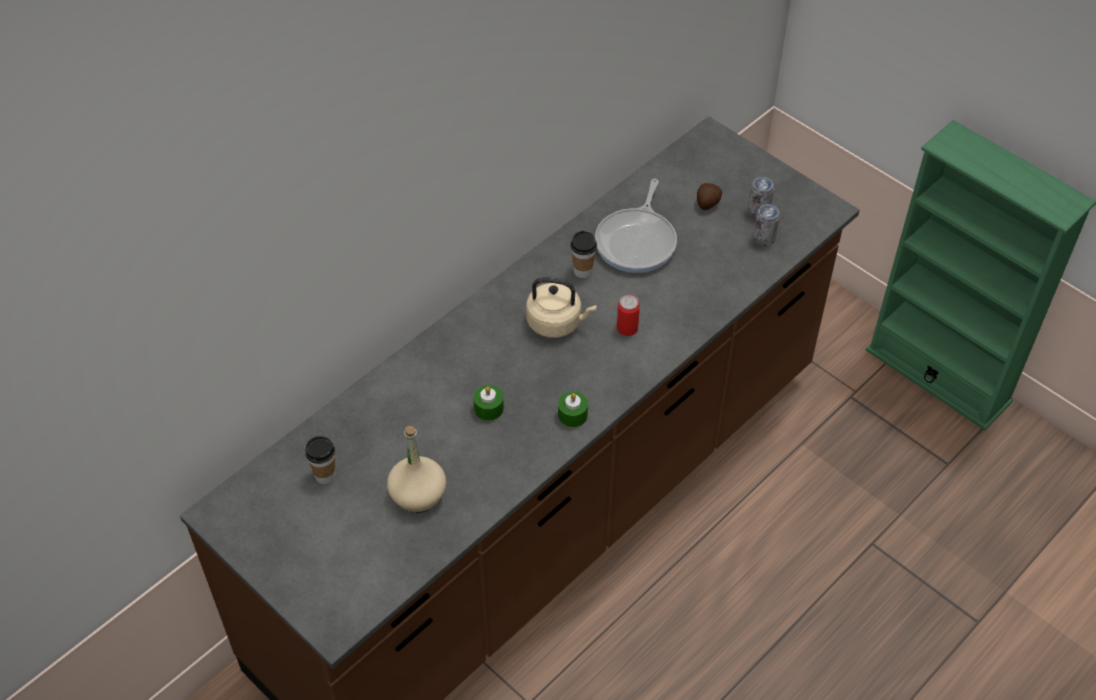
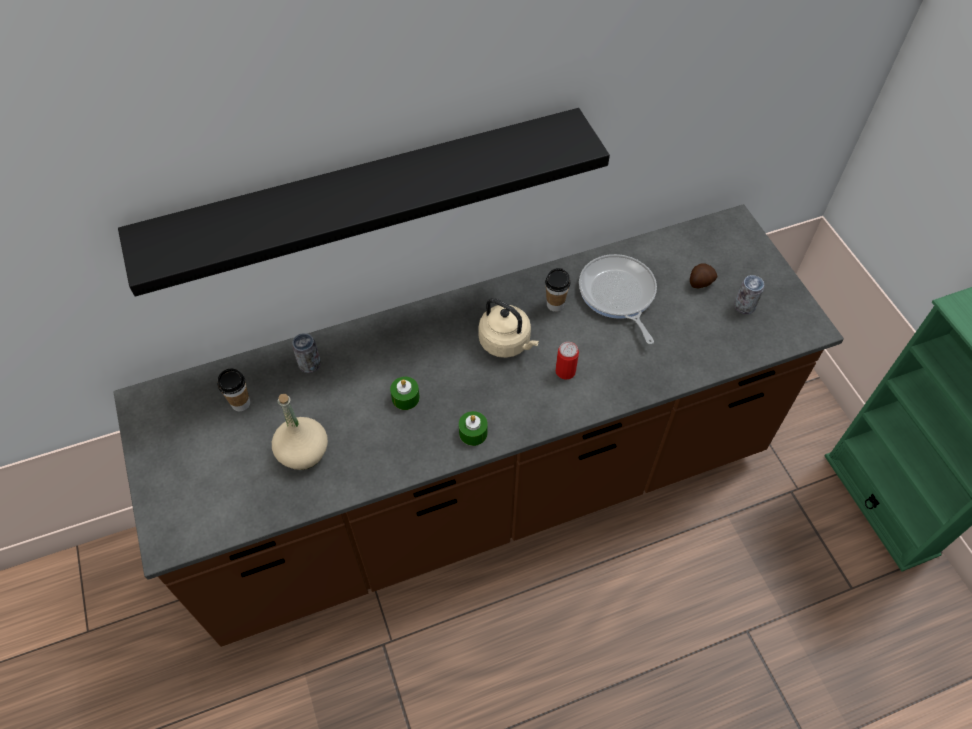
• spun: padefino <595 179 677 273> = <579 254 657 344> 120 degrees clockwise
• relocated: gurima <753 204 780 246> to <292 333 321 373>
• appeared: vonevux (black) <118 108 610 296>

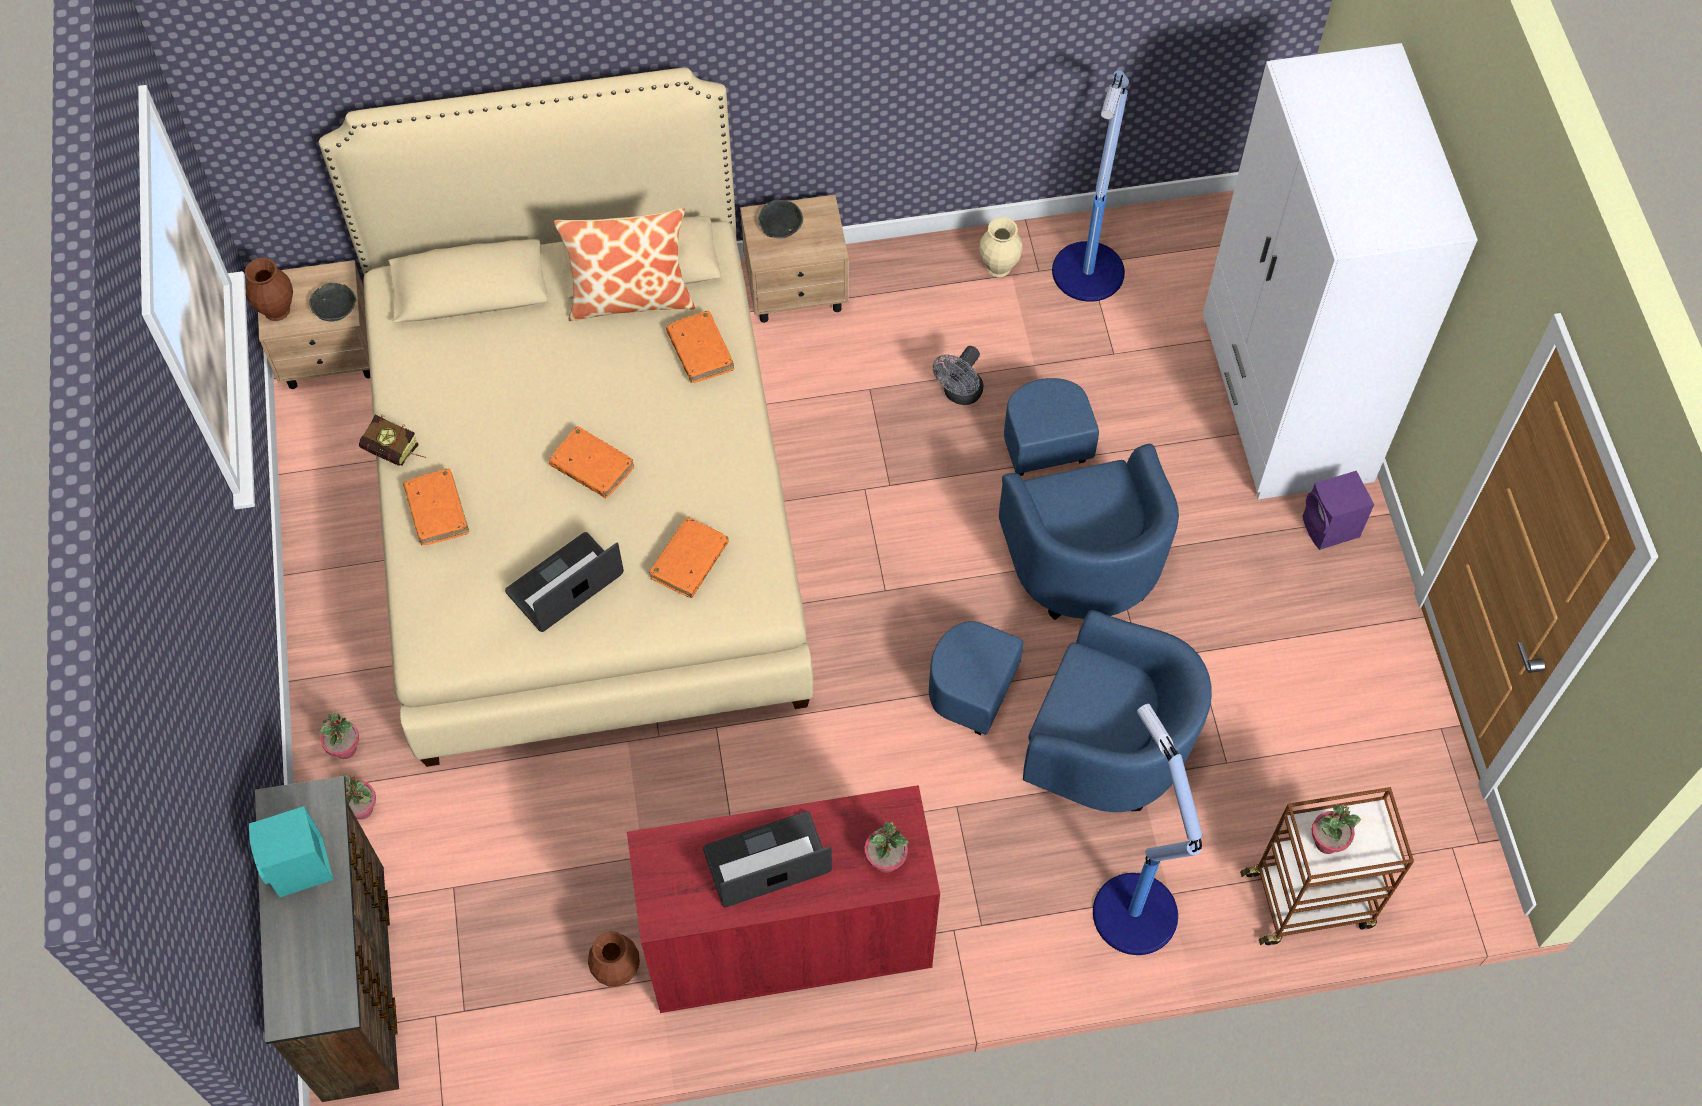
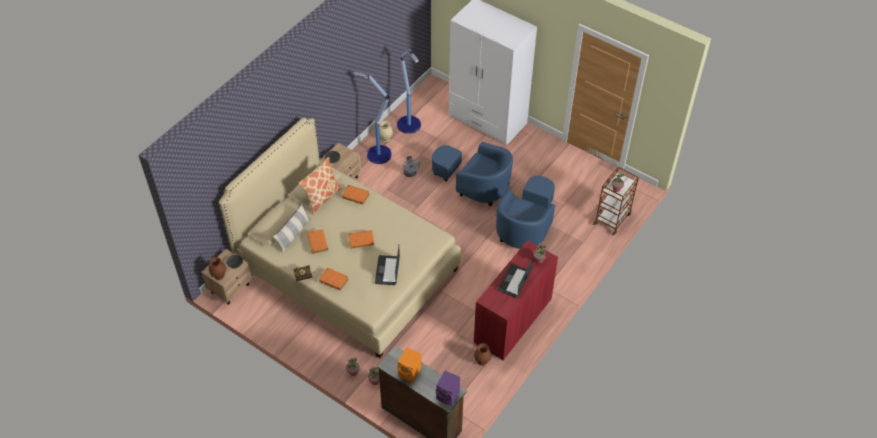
• colour: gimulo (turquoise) <249 806 333 897> to gimulo (orange) <397 347 422 382>
• relocated: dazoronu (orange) <649 517 729 598> to <307 229 328 254>
• spun: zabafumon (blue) <929 610 1212 812> = <496 176 555 249> 135 degrees clockwise
• relocated: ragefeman <1093 704 1202 955> to <354 72 392 164>
• relocated: gimulo (purple) <1302 471 1374 550> to <436 371 460 406>
• appeared: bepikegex <273 203 310 253>

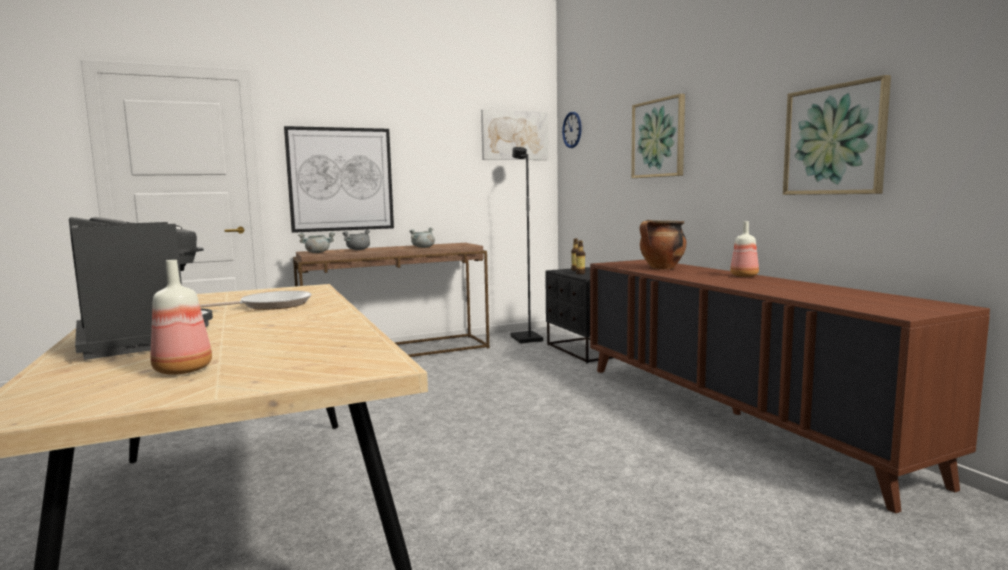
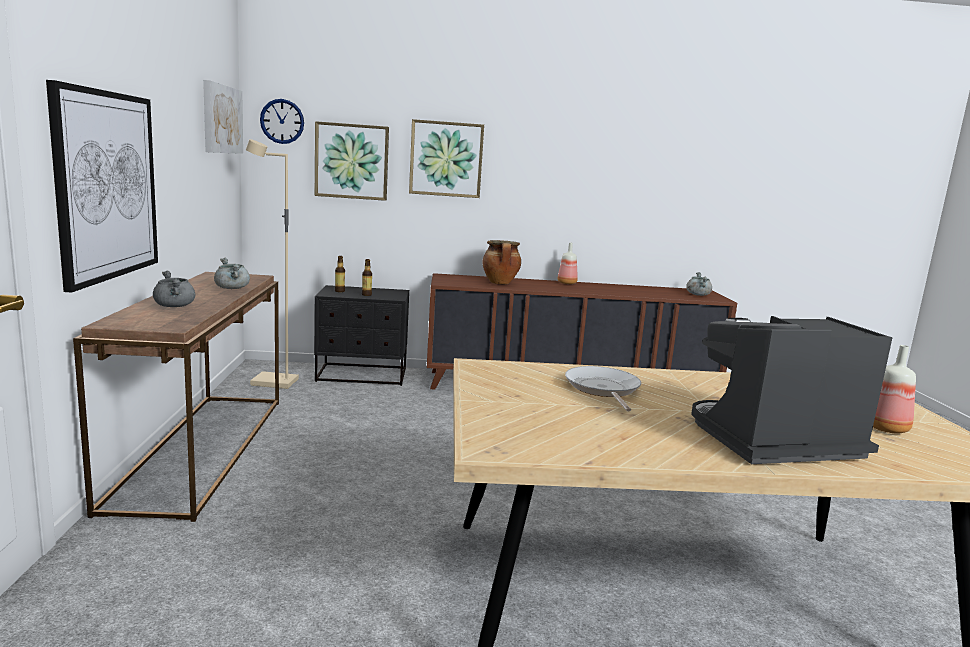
• relocated: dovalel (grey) <298 232 335 253> to <686 272 712 296>
• colour: ragefeman (black) <510 147 543 344> to ragefeman (beige) <246 139 299 389>
• relocated: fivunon <783 75 891 195> to <315 121 389 201>

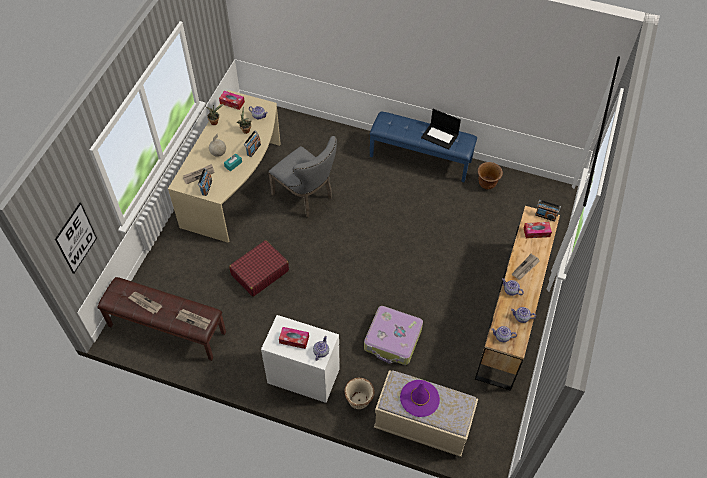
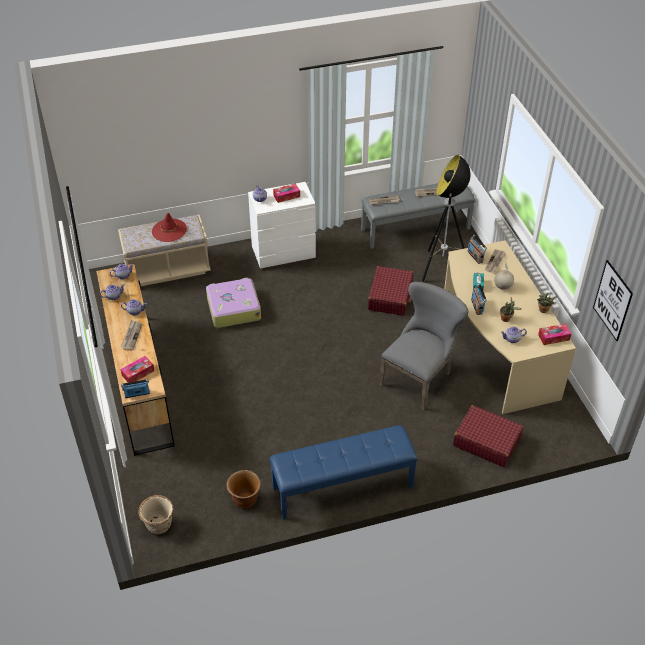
• relocated: fivunon <55 203 97 274> to <593 260 633 341>
• colour: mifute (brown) <97 277 226 361> to mifute (grey) <361 183 475 249>
• spun: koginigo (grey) <268 136 337 217> = <379 282 468 411> 120 degrees clockwise
• relocated: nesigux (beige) <344 378 375 409> to <138 495 174 534>
• colour: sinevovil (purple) <400 380 440 417> to sinevovil (red) <152 213 187 242>
• missing: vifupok <421 109 461 150>
• appeared: ragefeman <422 155 471 282>
• appeared: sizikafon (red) <453 405 523 467>

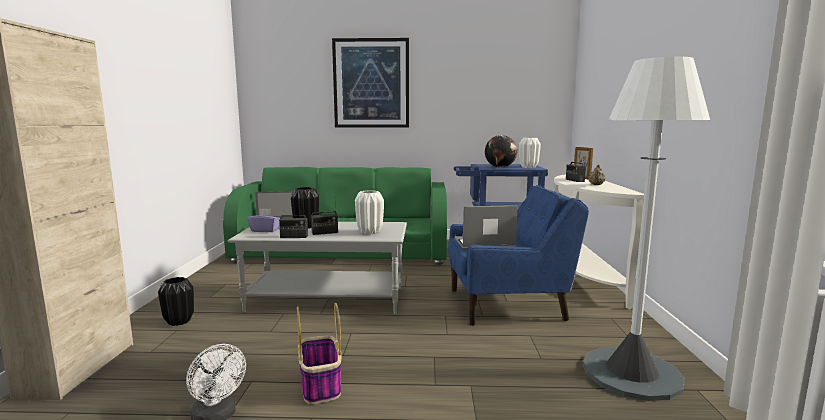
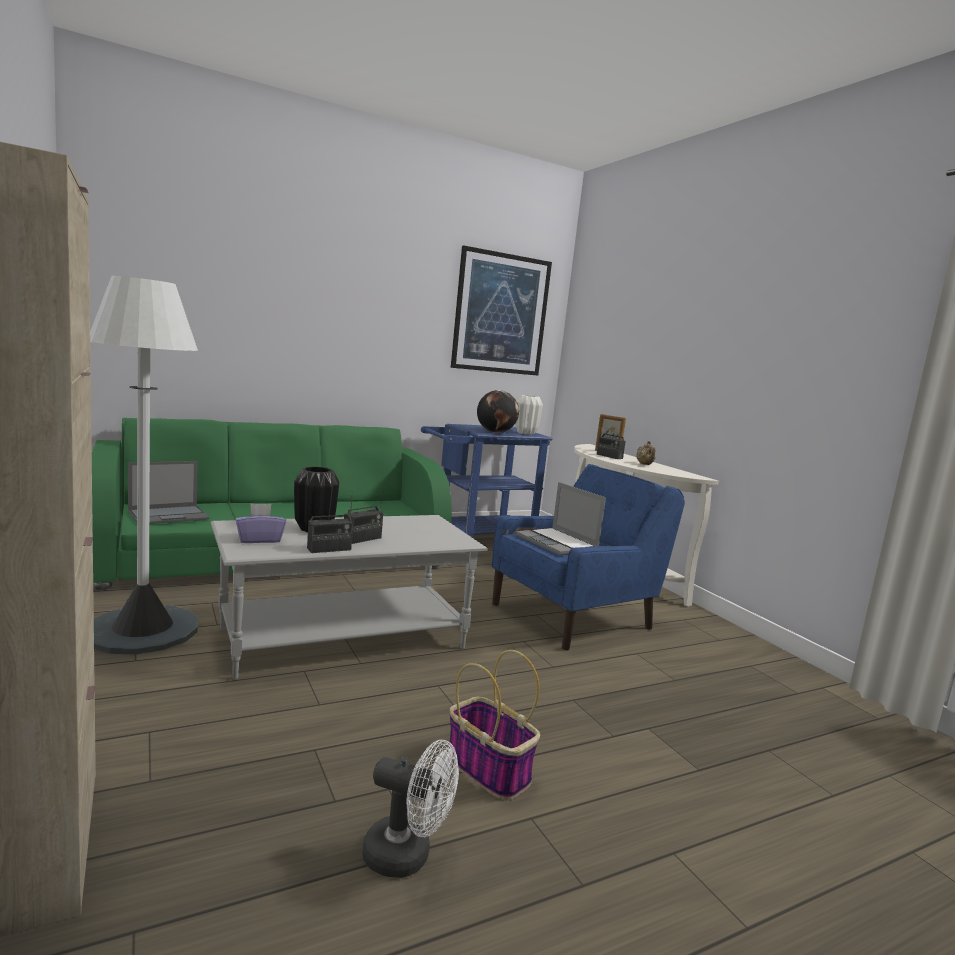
• missing: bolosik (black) <158 277 194 326>
• relocated: fivunon <332 38 409 128> to <451 245 552 376>
• missing: bolosik (white) <355 190 384 234>
• spun: vifupok <455 205 518 250> = <516 482 606 556> 90 degrees counterclockwise
• relocated: ragefeman (white) <583 57 710 401> to <90 276 199 655>

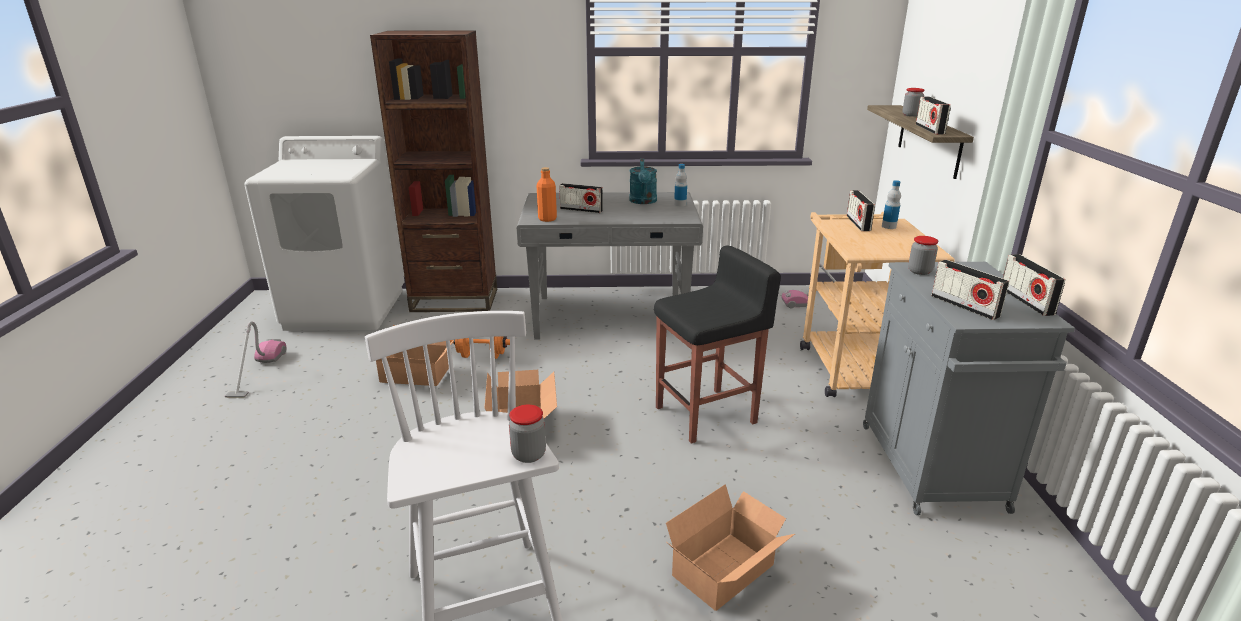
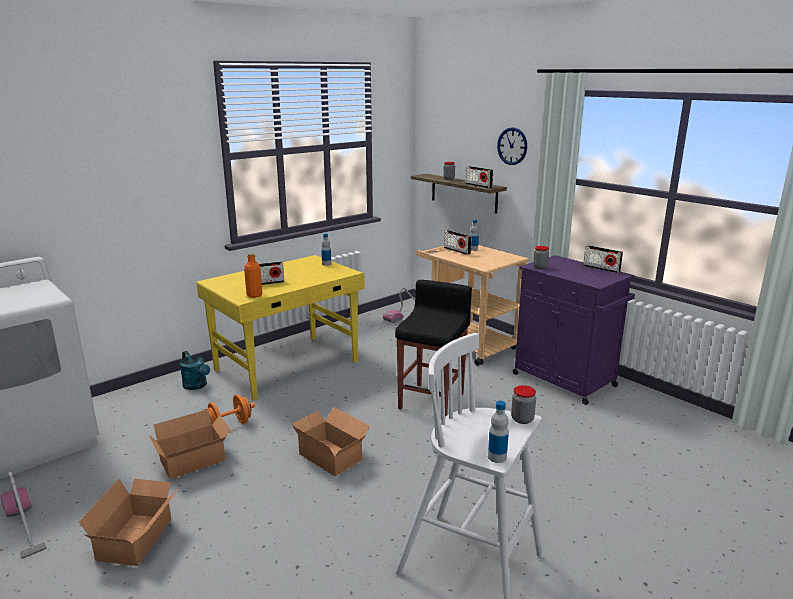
• missing: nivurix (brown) <370 30 497 312>
• colour: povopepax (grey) <517 192 703 339> to povopepax (yellow) <197 255 365 400>
• relocated: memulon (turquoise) <629 158 657 204> to <180 351 210 390>
• relocated: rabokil <666 484 795 611> to <79 479 180 566>
• colour: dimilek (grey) <863 262 1075 515> to dimilek (purple) <513 255 635 405>
• missing: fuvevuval <931 260 1009 320>
• appeared: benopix <488 401 509 463>
• appeared: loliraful <497 127 527 165>

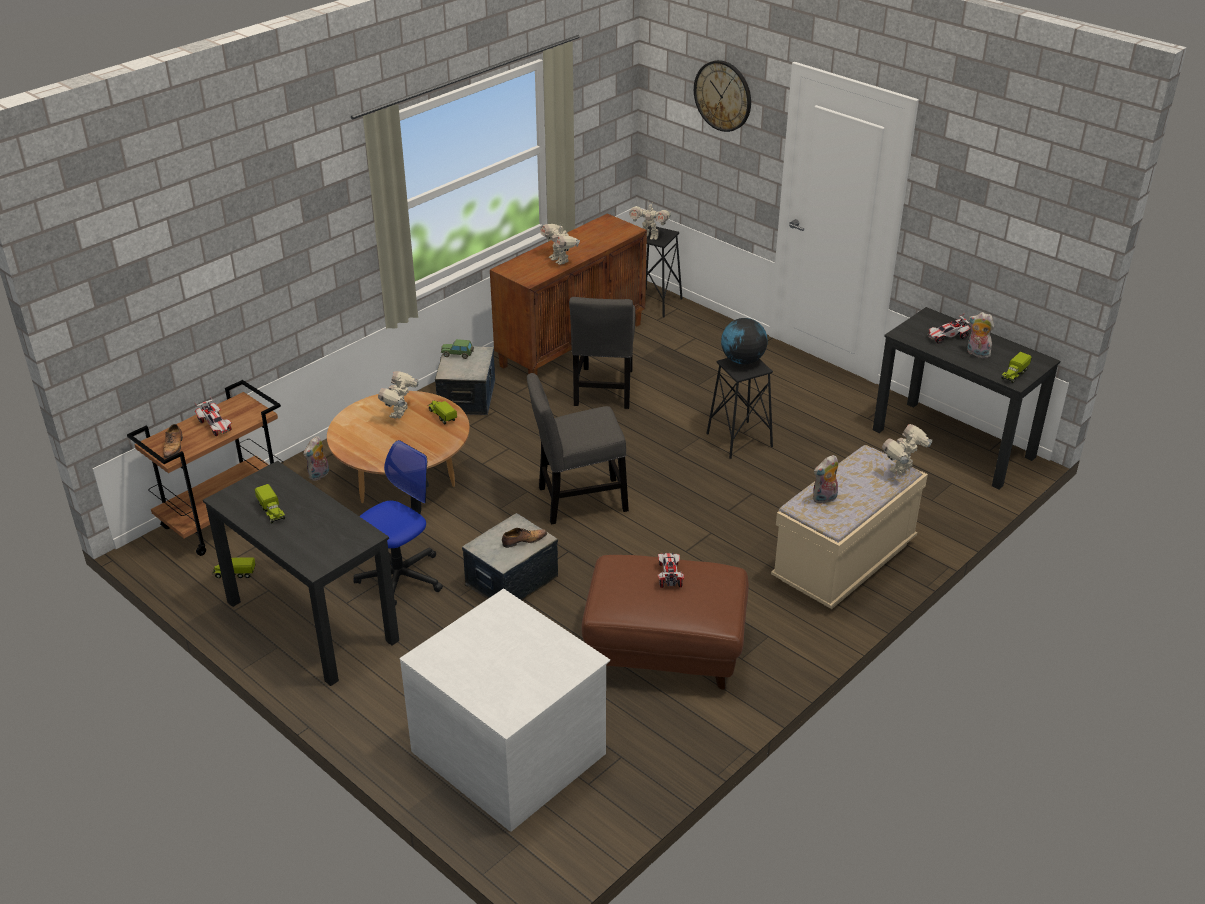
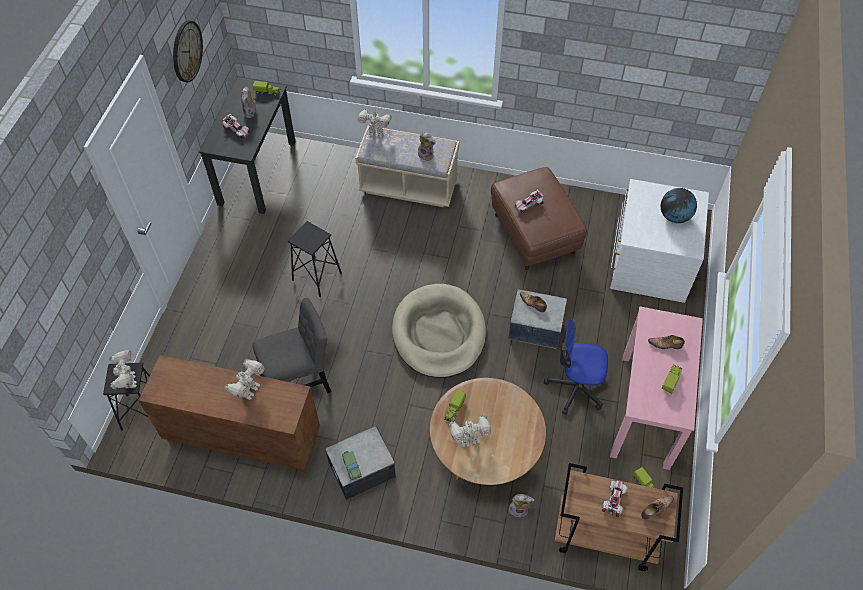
• colour: povopepax (black) <203 461 399 686> to povopepax (pink) <610 306 703 470>
• exchanged: koginigo (grey) <527 373 629 525> to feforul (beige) <392 284 486 378>
• relocated: loliraful <694 60 751 132> to <173 21 203 82>
• relocated: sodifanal <721 318 768 364> to <661 188 697 223>
• appeared: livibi <648 335 685 349>

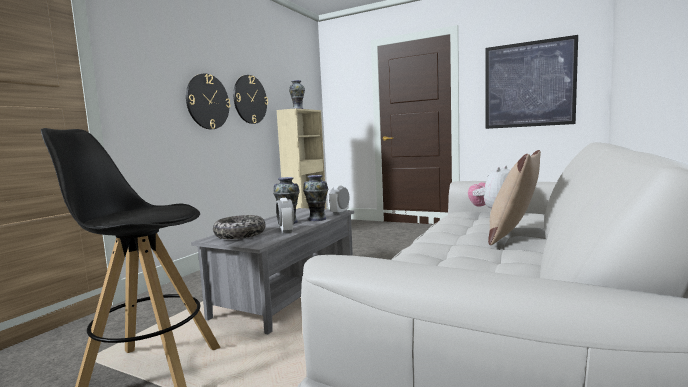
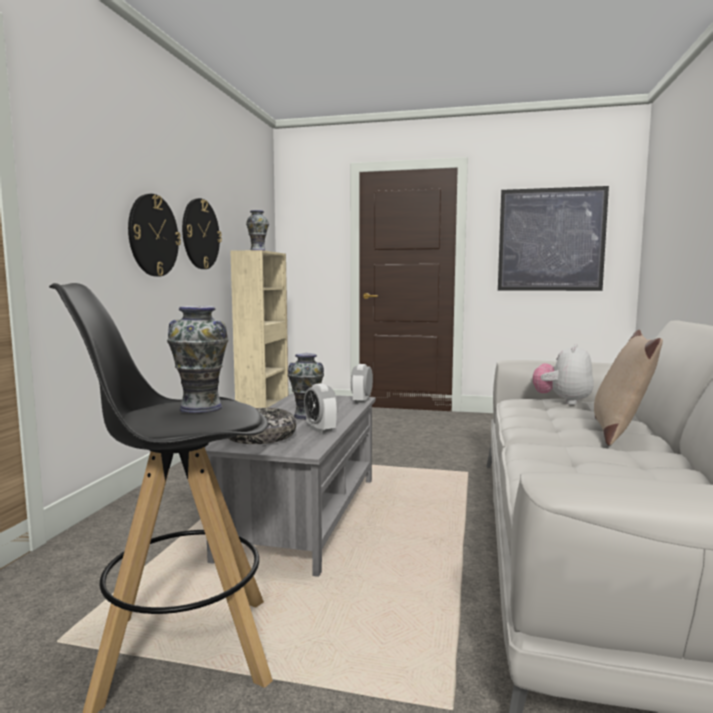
• relocated: bolosik <303 175 328 221> to <167 306 228 413>

